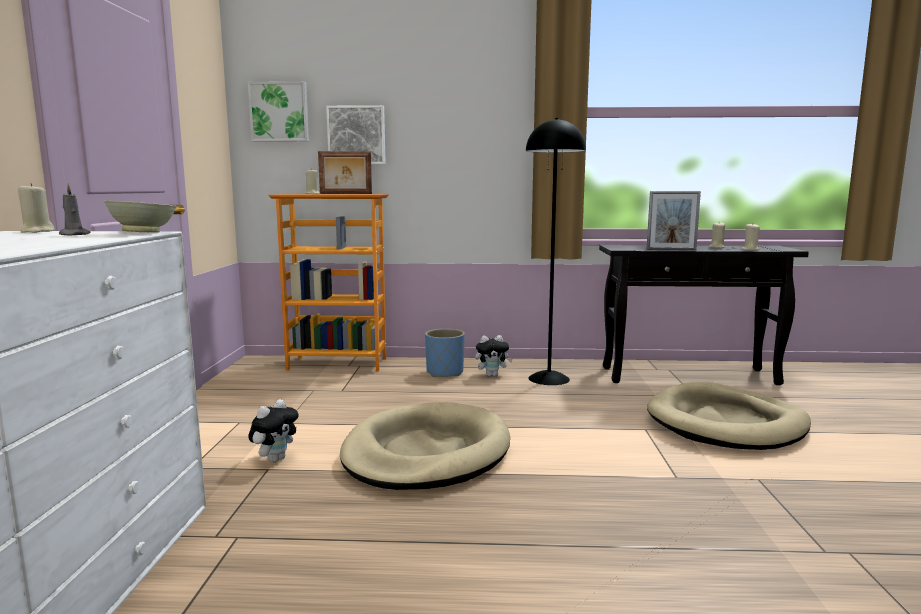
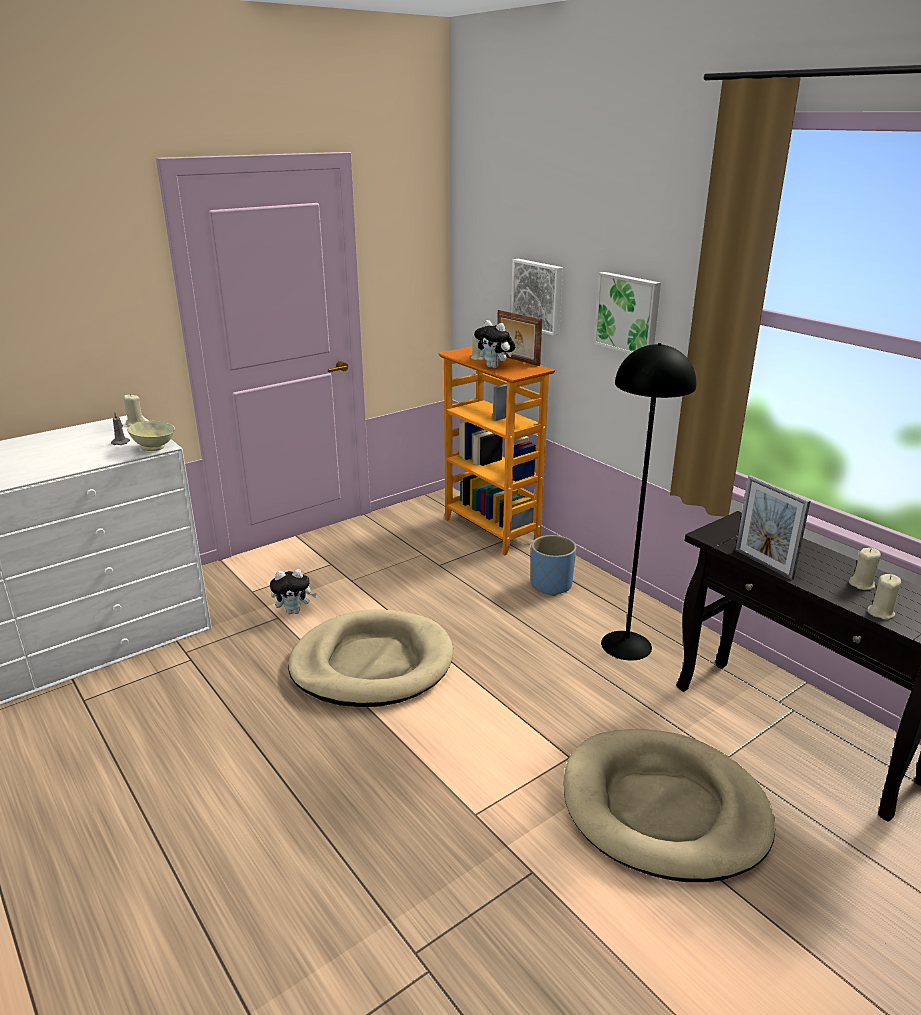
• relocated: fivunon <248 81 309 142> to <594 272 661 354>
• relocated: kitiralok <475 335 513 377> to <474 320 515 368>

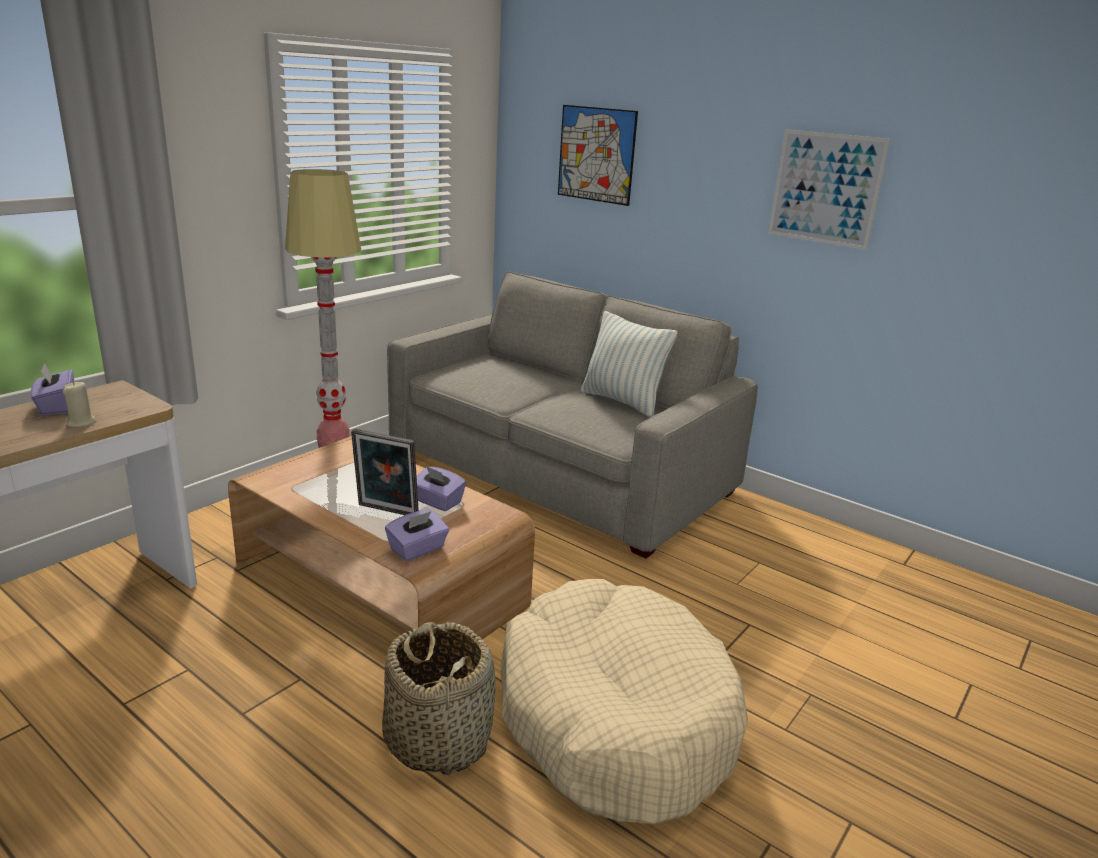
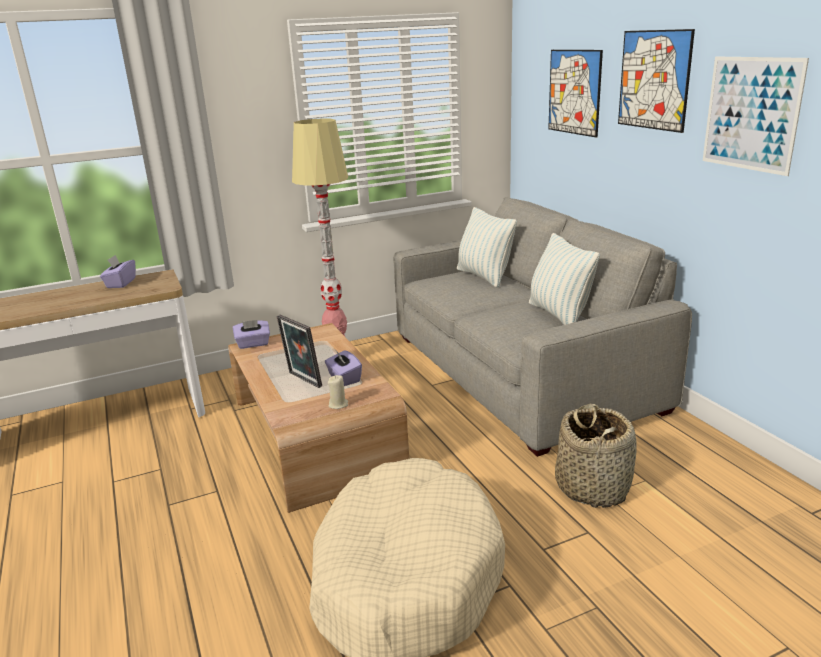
• relocated: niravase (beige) <63 381 96 427> to <328 375 348 409>
• relocated: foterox <382 622 496 776> to <555 404 637 508>
• relocated: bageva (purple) <385 510 449 561> to <233 320 270 349>
• appeared: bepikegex <457 207 517 288>
• appeared: fivunon <618 29 695 133>

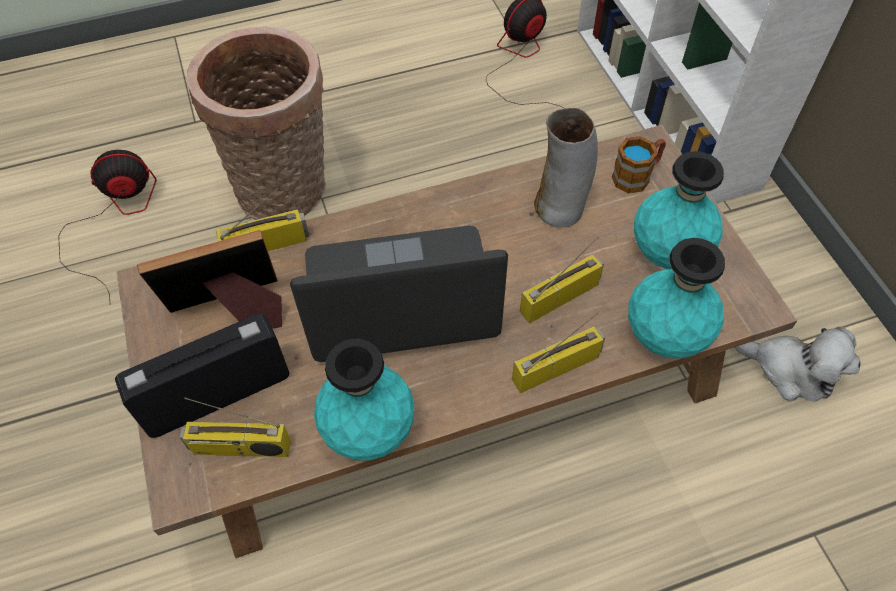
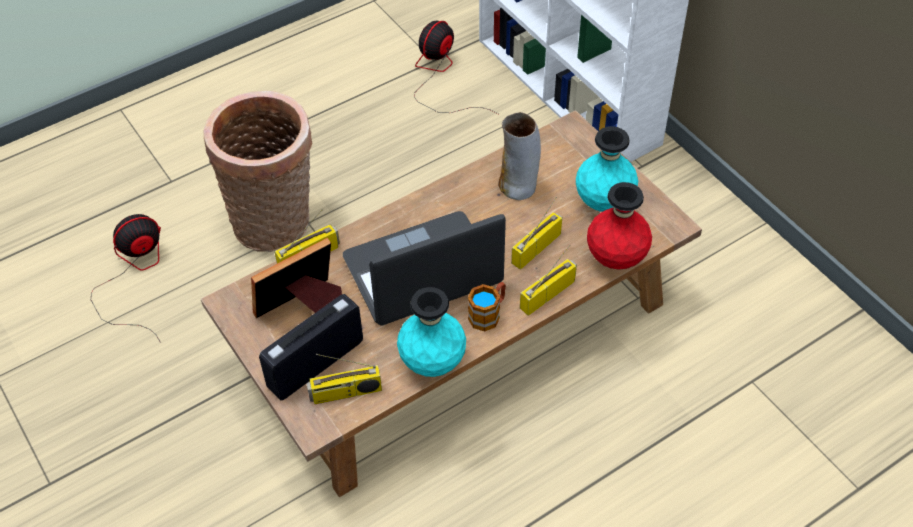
• relocated: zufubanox <612 136 666 193> to <468 282 506 331>
• colour: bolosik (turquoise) <628 238 725 359> to bolosik (red) <587 182 652 270>
• missing: kitiralok <735 327 861 402>

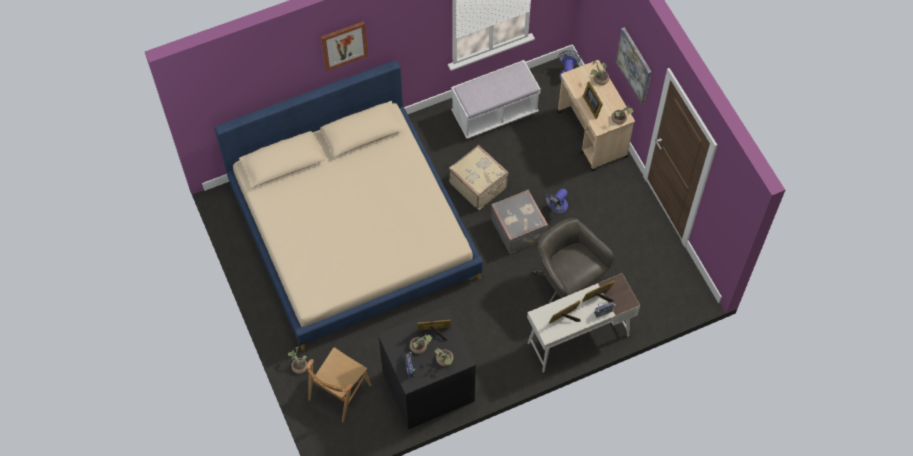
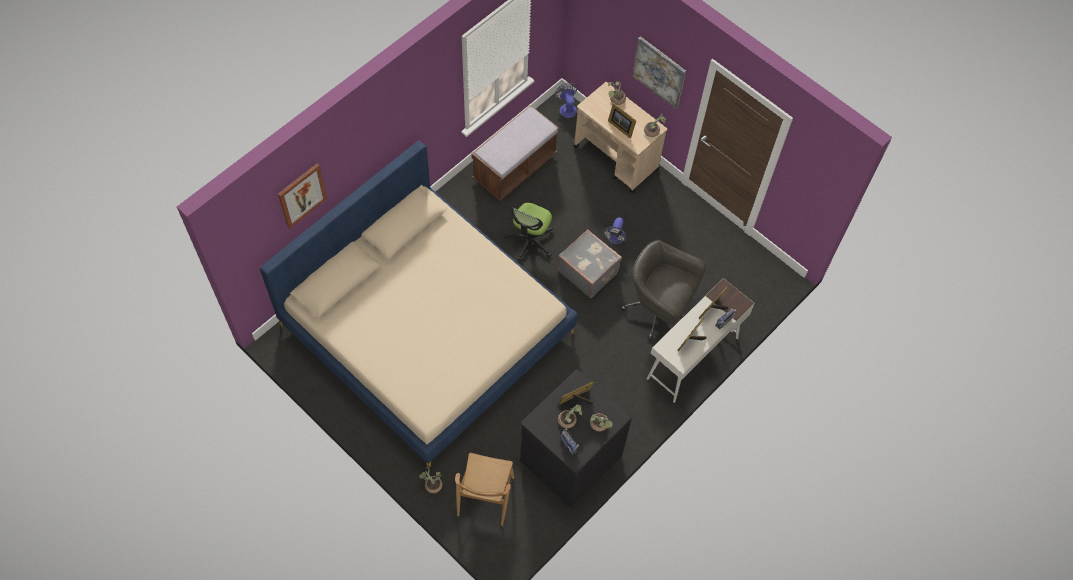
• relocated: fivunon <321 22 368 71> to <278 164 327 229>
• exchanged: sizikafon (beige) <449 145 509 210> to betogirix <504 203 554 262>
• colour: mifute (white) <451 60 541 139> to mifute (brown) <472 105 559 201>

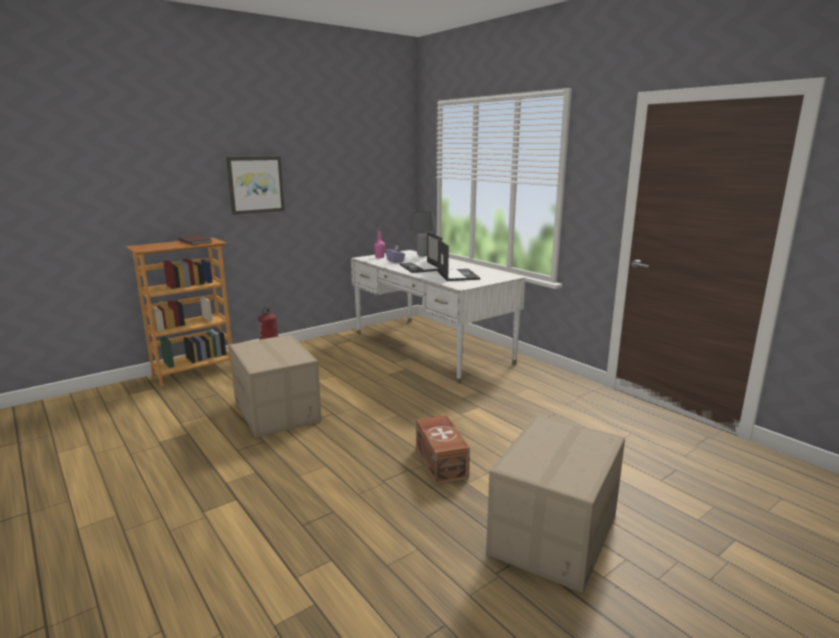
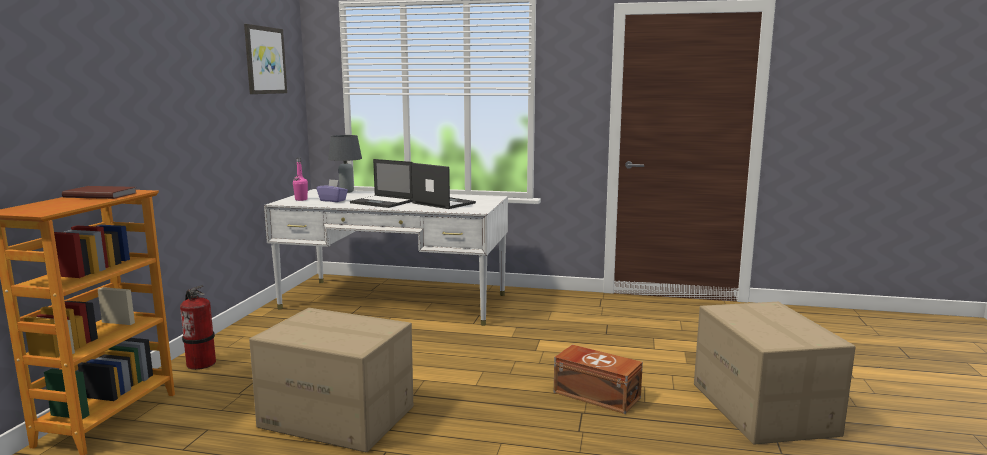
• relocated: fivunon <226 156 285 215> to <244 24 287 94>

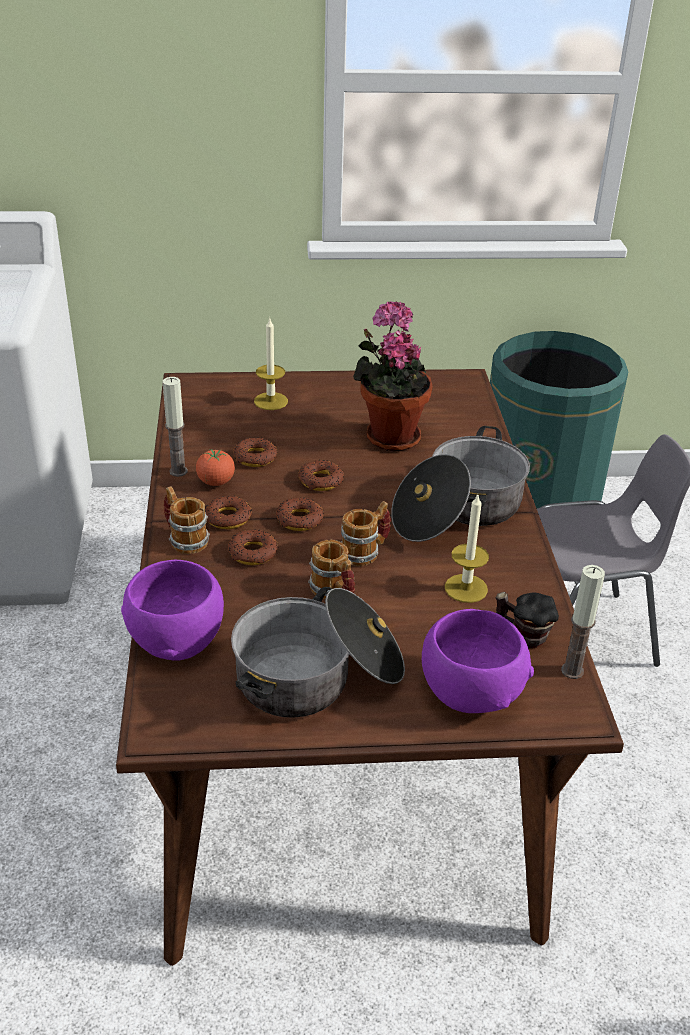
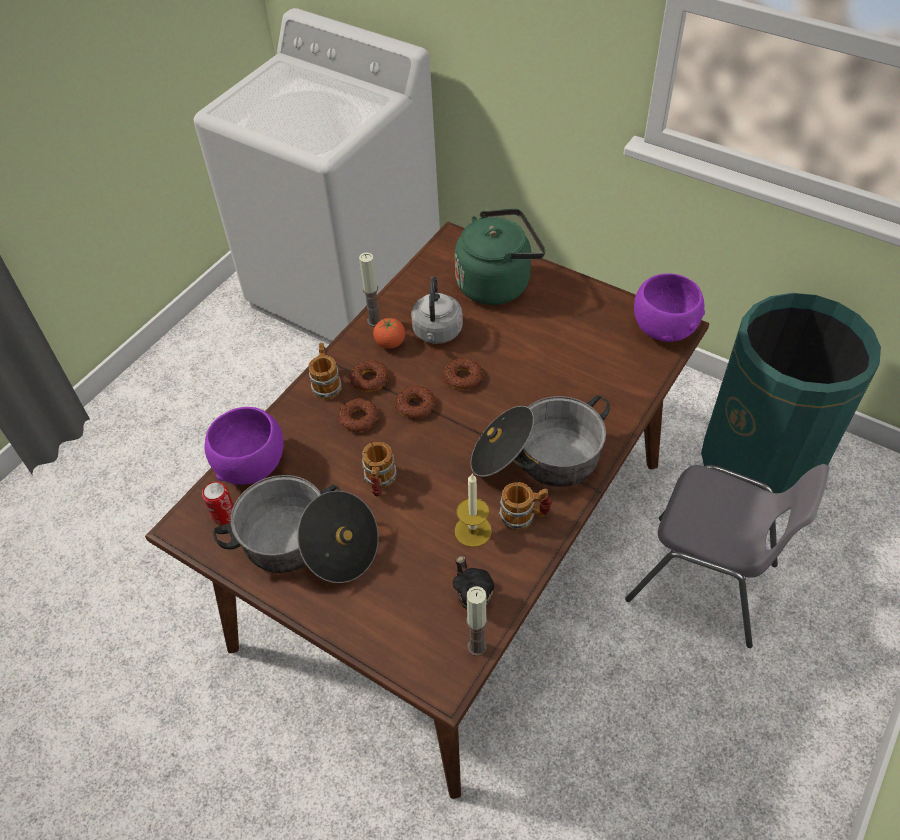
• exchanged: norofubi <233 438 278 467> to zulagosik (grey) <411 276 463 344>
• exchanged: niravase <254 318 288 410> to zulagosik (green) <455 209 545 305>
• relocated: zufubanox <341 501 391 566> to <499 482 552 531>
• missing: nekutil <353 301 433 452>
• relocated: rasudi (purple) <422 609 534 713> to <634 273 705 342>
• appeared: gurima <202 481 234 525>

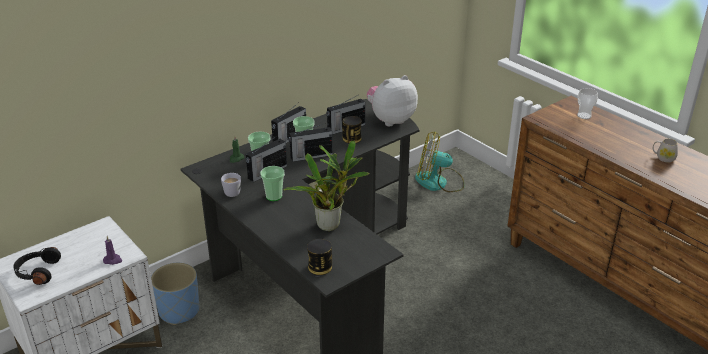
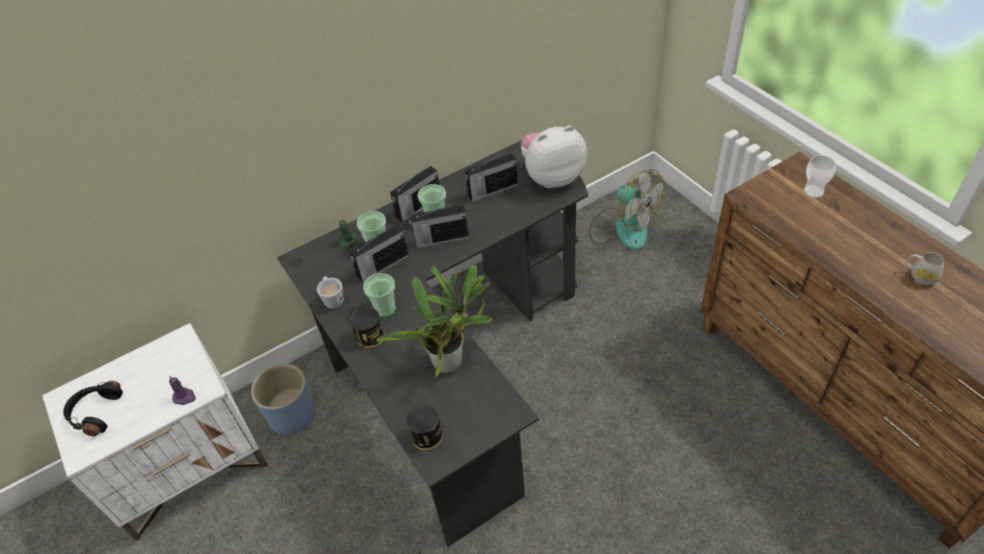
• relocated: gurima <342 116 362 143> to <351 307 385 349>
• spun: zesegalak <415 132 465 192> = <589 169 666 250> 150 degrees counterclockwise

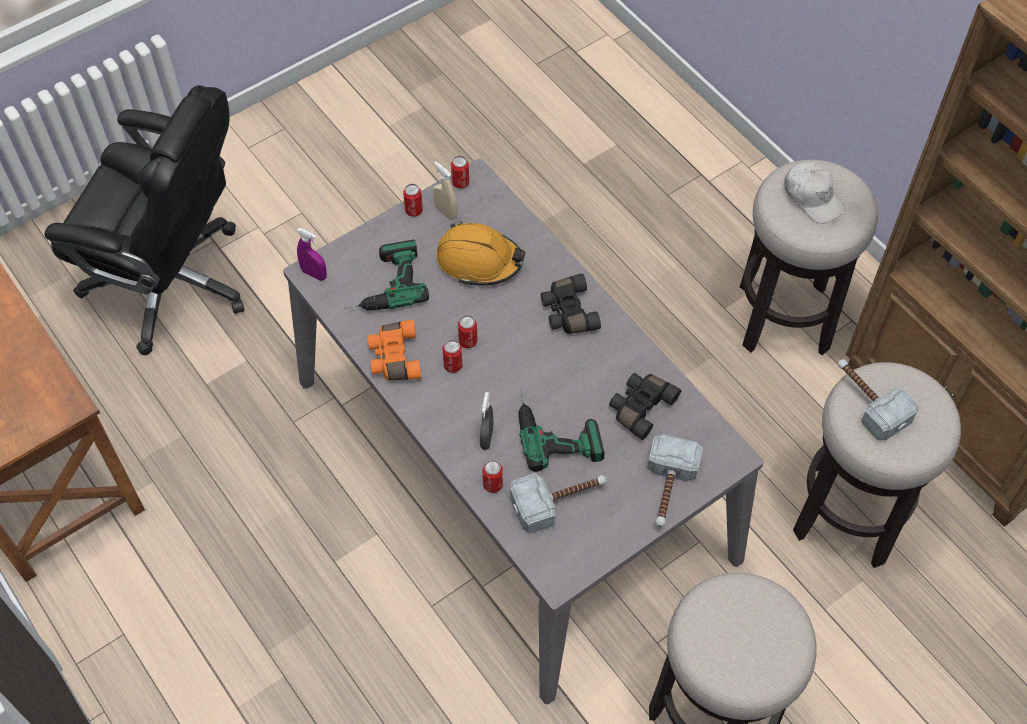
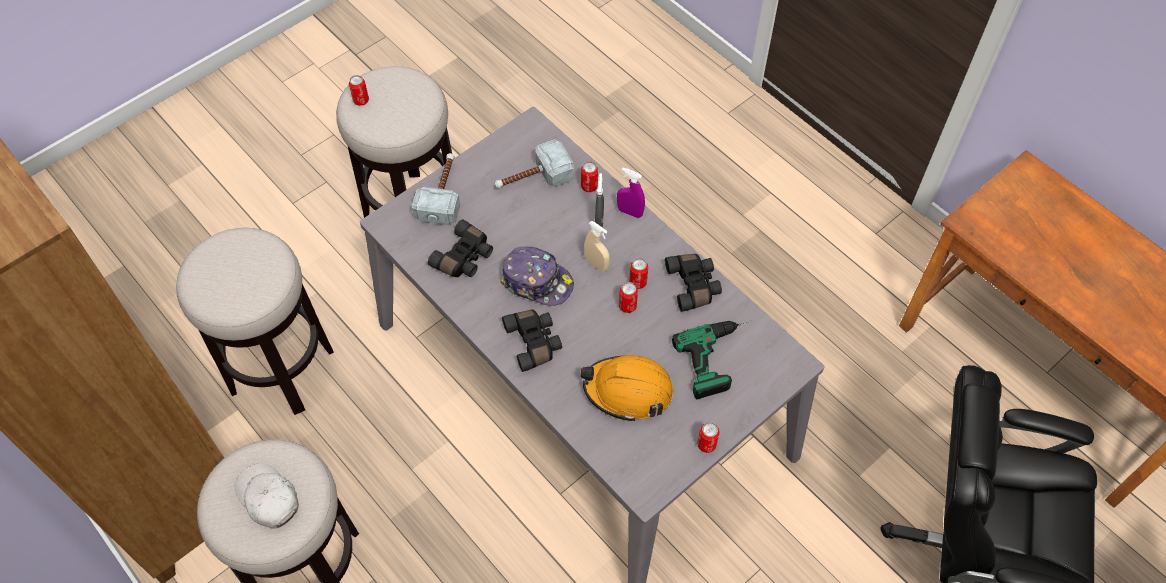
• relocated: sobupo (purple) <297 228 327 281> to <617 167 645 218>
• colour: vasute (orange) <368 320 421 380> to vasute (black) <665 254 722 312>
• relocated: sobupo (beige) <433 161 457 220> to <584 221 610 272>
• relocated: gurima <451 156 469 189> to <349 75 369 106>
• missing: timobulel <518 391 605 472>
• missing: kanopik <838 359 919 440>
• appeared: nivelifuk <500 246 574 306>

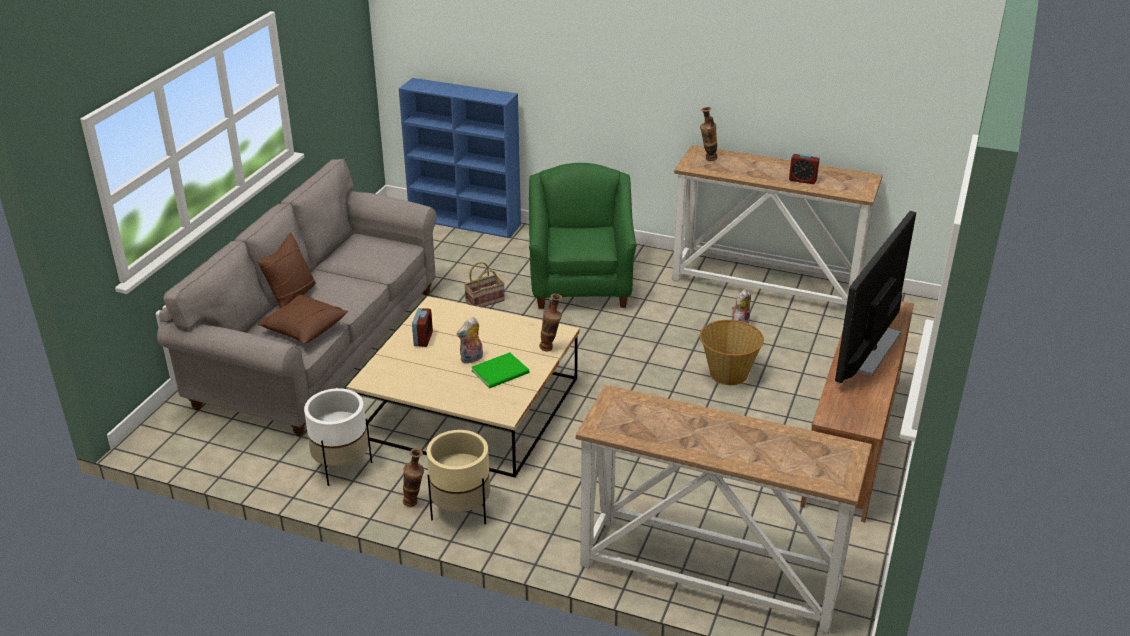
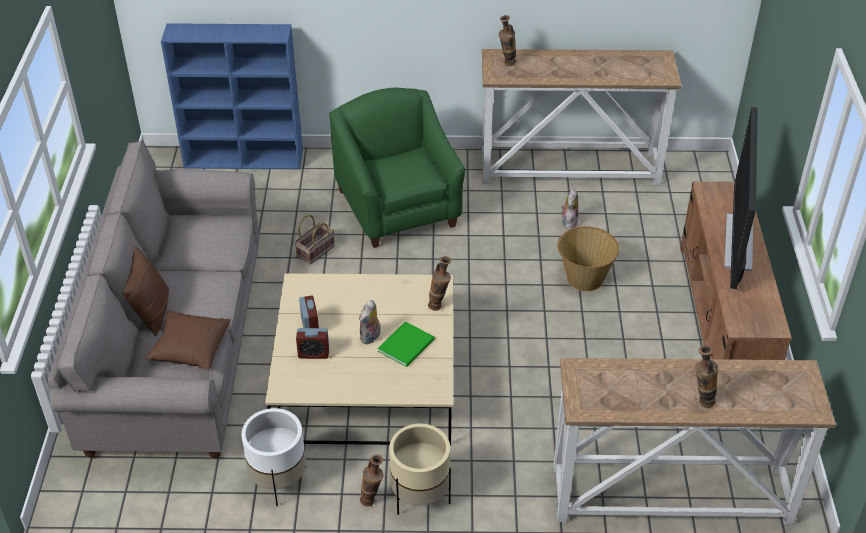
• relocated: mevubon <789 153 820 184> to <296 328 329 359>
• appeared: bolosik <695 345 718 408>

